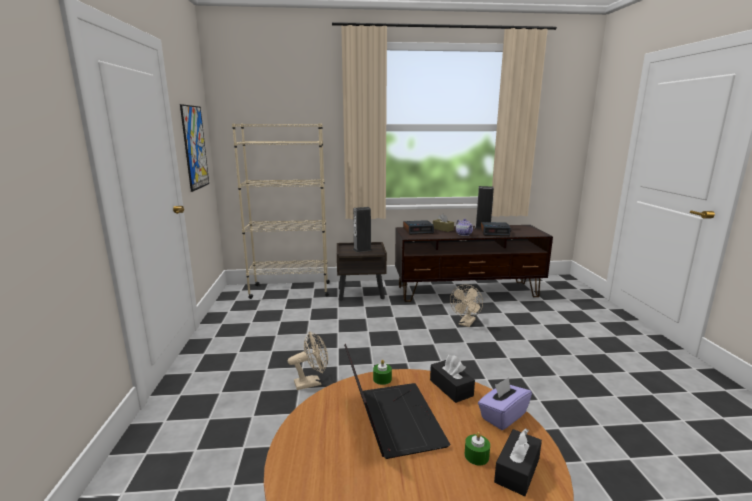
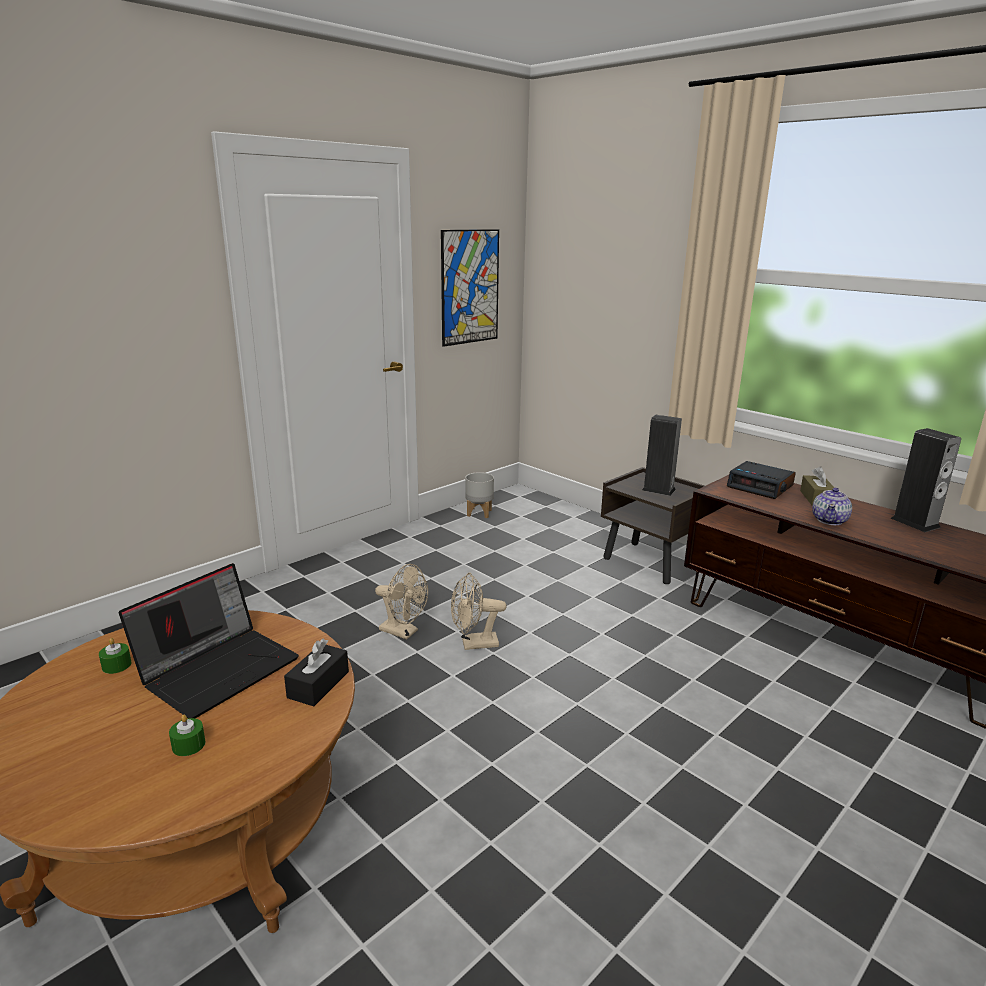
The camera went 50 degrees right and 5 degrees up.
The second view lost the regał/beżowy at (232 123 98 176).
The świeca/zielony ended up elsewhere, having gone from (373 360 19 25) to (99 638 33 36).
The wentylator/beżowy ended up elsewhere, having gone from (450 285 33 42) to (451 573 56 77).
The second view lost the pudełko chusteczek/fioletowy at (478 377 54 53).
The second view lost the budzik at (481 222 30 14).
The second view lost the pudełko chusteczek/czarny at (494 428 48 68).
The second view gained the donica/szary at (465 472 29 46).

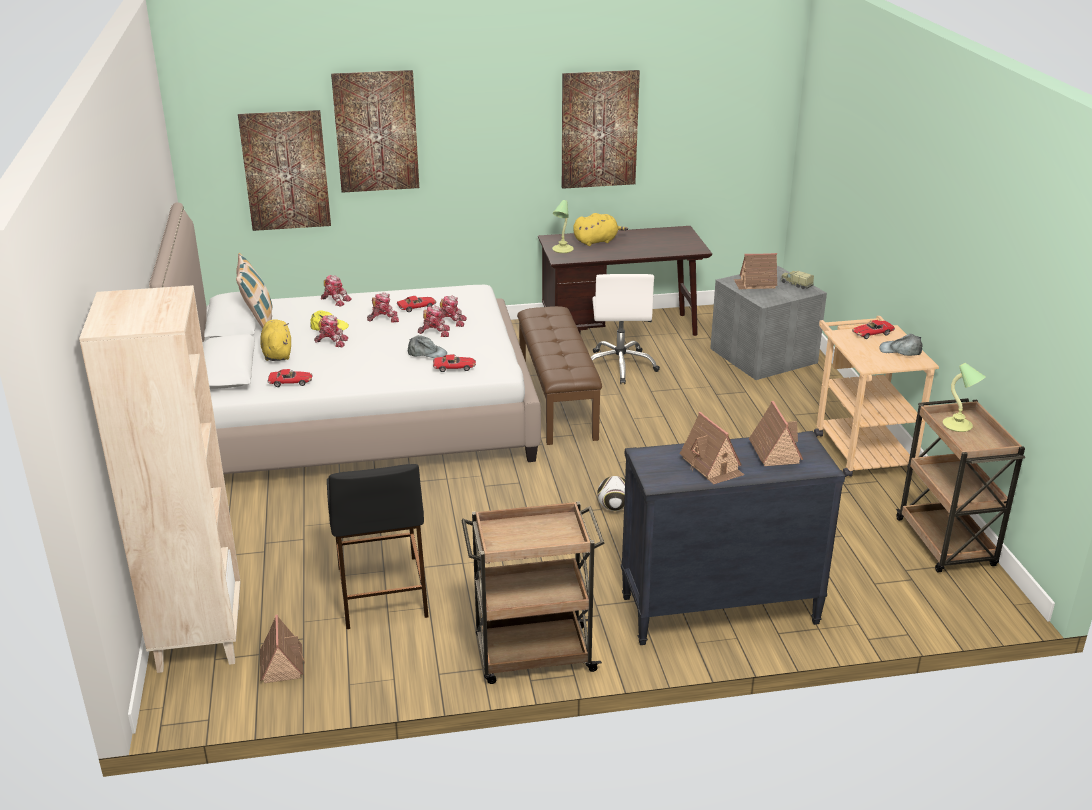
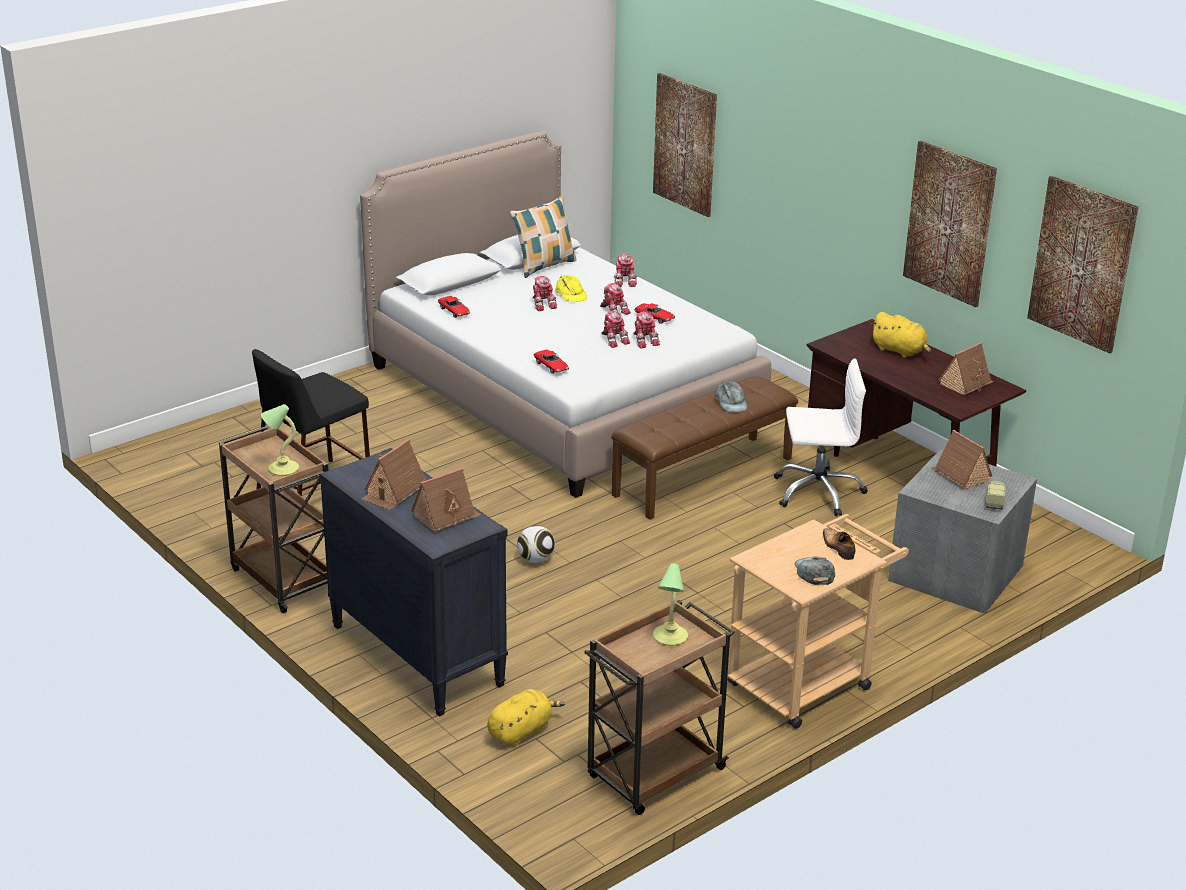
The camera went 60 degrees right and 0 degrees up.
The second view lost the regał/beżowy at (79 285 161 388).
The pluszak/żółty ended up elsewhere, having gone from (260 319 31 42) to (487 689 78 57).
The domek ended up elsewhere, having gone from (260 614 45 69) to (938 342 55 54).
The obraz ended up elsewhere, having gone from (331 70 88 123) to (1027 176 111 177).
The czapka z daszkiem/szary ended up elsewhere, having gone from (407 335 40 23) to (715 381 33 31).
The lampa stołowa ended up elsewhere, having gone from (552 200 22 53) to (261 404 38 72).
The krzesło biurowe/biały at (591 274 69 110) ended up facing another way, 150 degrees counterclockwise from before.
Where the samochodzik stood at (852 320 43 19), the but came to stand at (823 528 32 32).

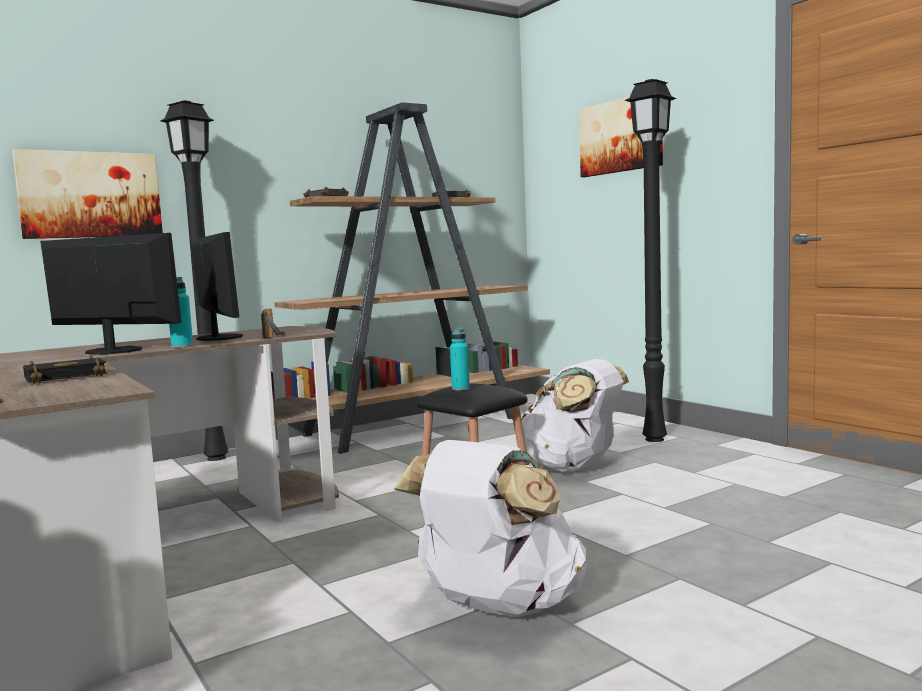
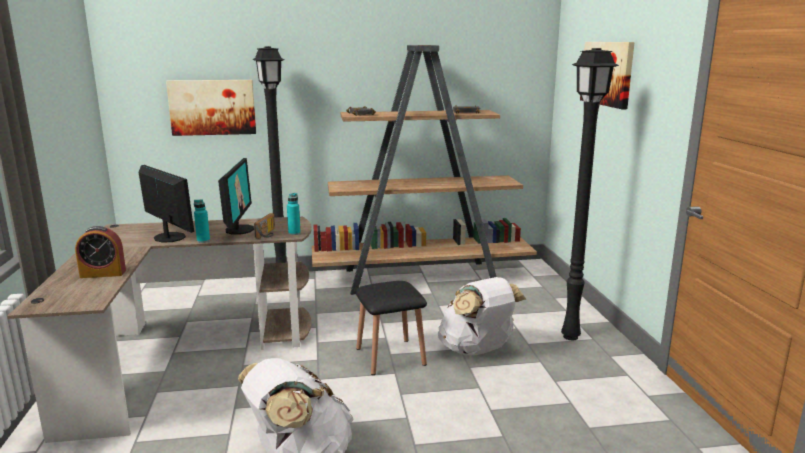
The camera went 25 degrees right and 10 degrees up.
Where the książka/czarny stood at (23 355 84 29), the budzik came to stand at (75 226 51 52).
The butelka/turkusowy ended up elsewhere, having gone from (450 328 20 63) to (287 193 14 42).

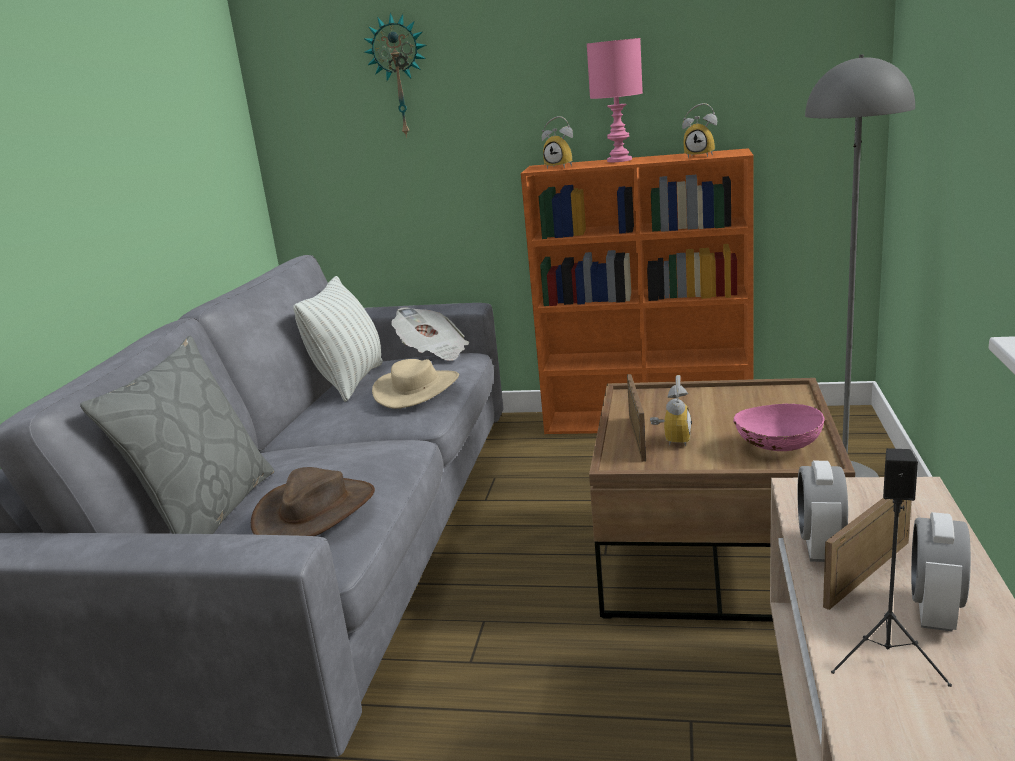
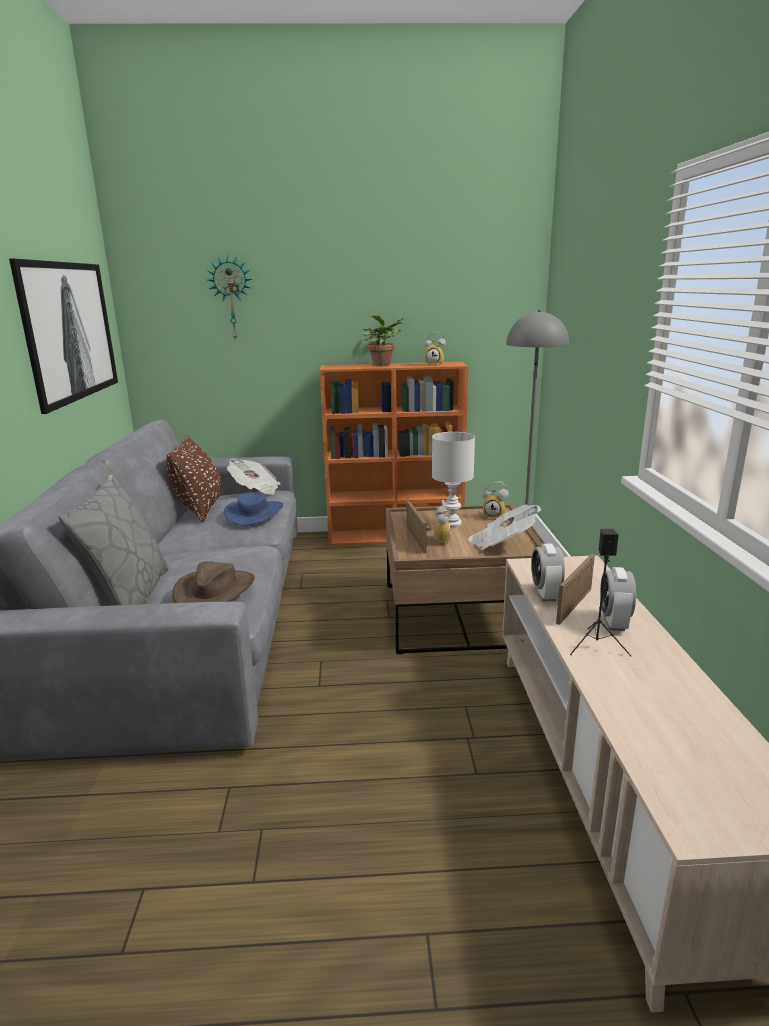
The camera went 15 degrees left and 0 degrees up.
What was the poduszka/biały at (293 276 90 126) turned into the poduszka/brązowy at (166 435 56 87).
What was the kapelusz/beżowy at (372 359 87 50) turned into the kapelusz/niebieski at (224 493 59 33).
The budzik ended up elsewhere, having gone from (542 116 31 53) to (483 481 26 36).
Where the lampa stołowa/różowy stood at (587 38 56 124), the roślina doniczkowa came to stand at (363 315 42 51).
Where the miska/różowy stood at (733 404 92 47), the gazeta came to stand at (468 504 73 46).
The second view gained the obraz at (9 259 109 155).
The second view gained the lampa stołowa/biały at (432 432 43 95).

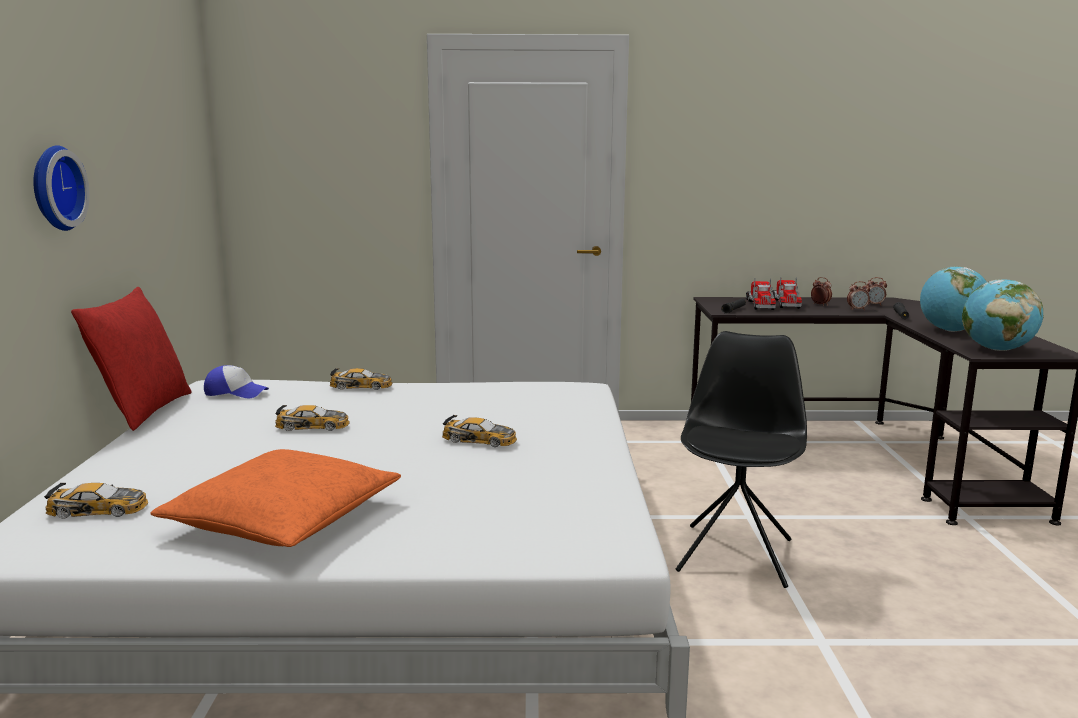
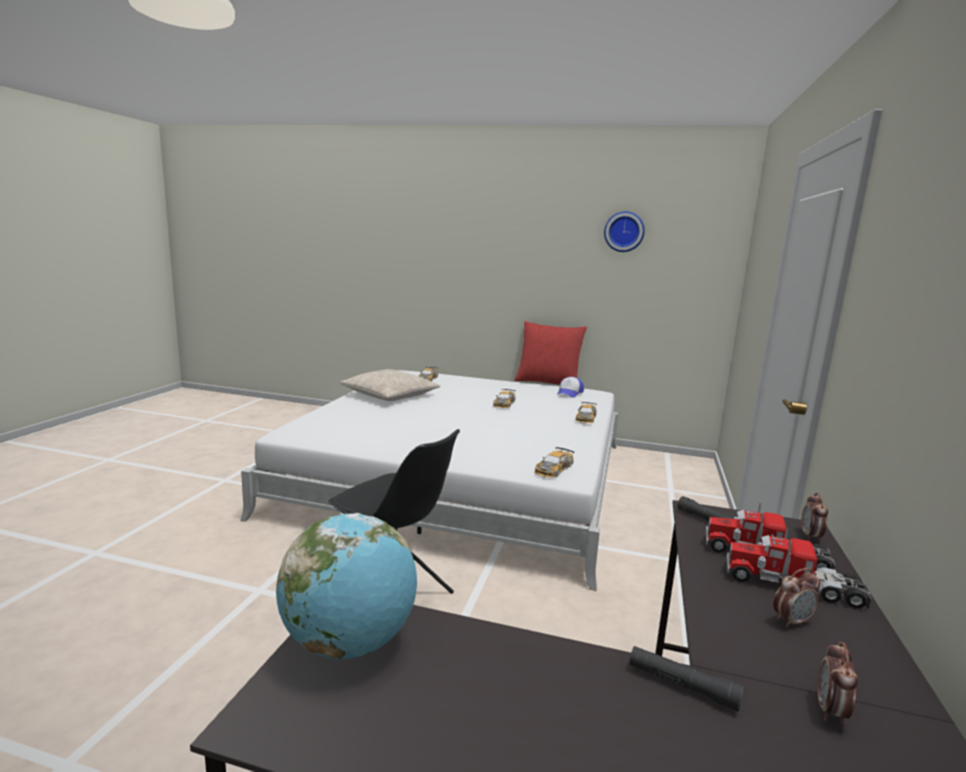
The camera went 105 degrees right and 0 degrees up.
The zegar ścienny ended up elsewhere, having gone from (33 145 57 86) to (604 211 41 41).
What was the poduszka/pomarańczowy at (151 449 250 98) turned into the poduszka/beżowy at (339 369 102 32).
The samochodzik ended up elsewhere, having gone from (442 415 75 32) to (534 447 40 31).
The budzik ended up elsewhere, having gone from (847 281 23 29) to (801 492 27 49).
The second view lost the globus at (920 266 66 66).

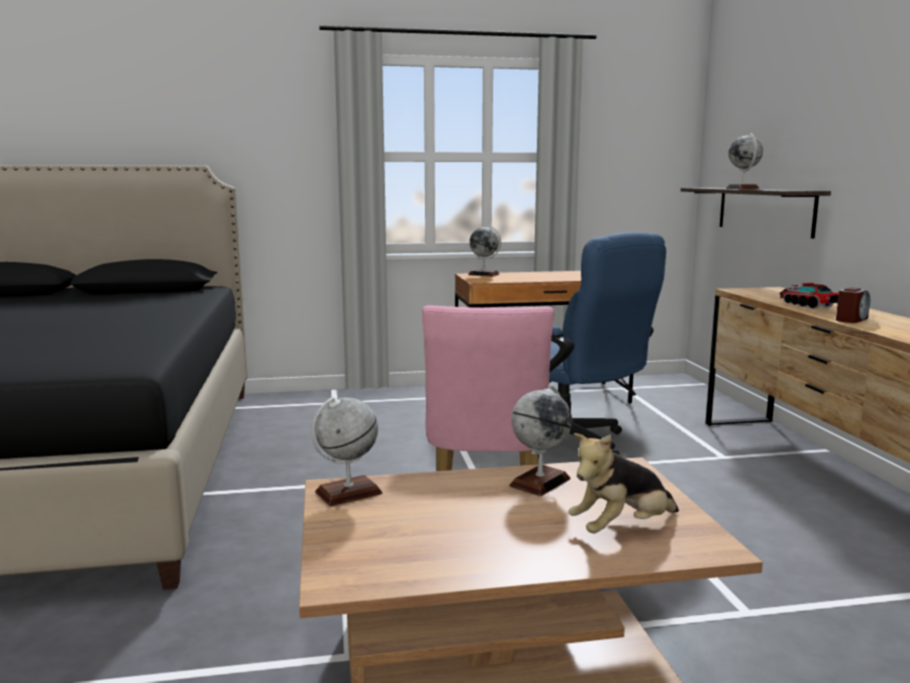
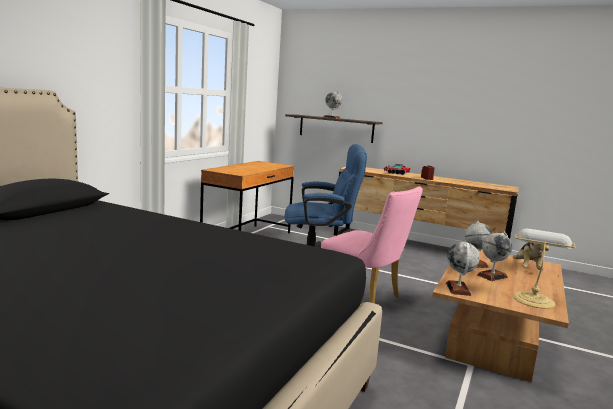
The camera went 55 degrees left and 0 degrees up.
The globus ended up elsewhere, having gone from (468 226 33 51) to (477 231 35 50).
The second view gained the lampa stołowa at (513 229 63 80).

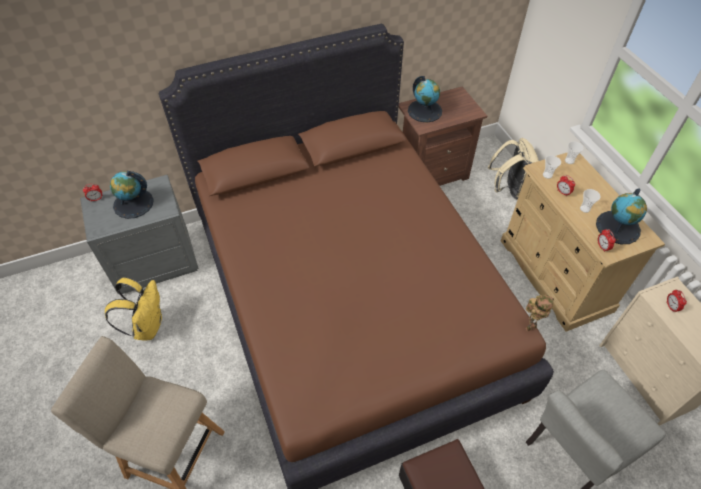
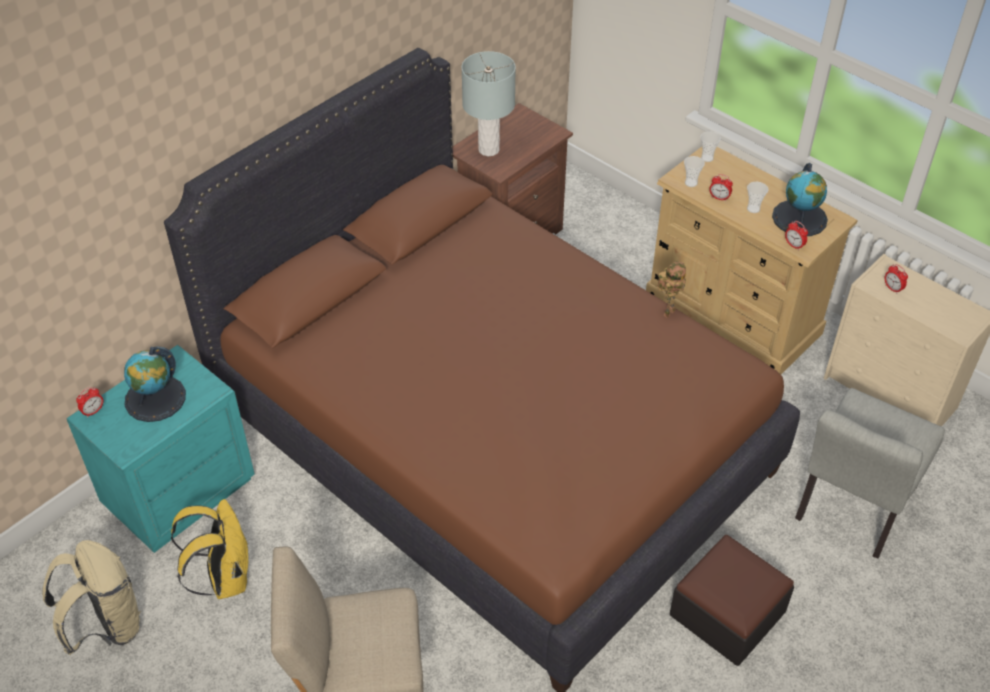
The camera went 25 degrees left and 5 degrees down.
What was the szafka nocna/szary at (80 175 119 119) turned into the szafka nocna/turkusowy at (66 345 189 208).
Where the globus stood at (408 76 34 47), the lampa stołowa/szary came to stand at (462 51 54 105).
The plecak/beżowy ended up elsewhere, having gone from (488 138 51 62) to (42 540 99 115).
The robot zabawkowy ended up elsewhere, having gone from (525 295 29 37) to (657 262 29 56).

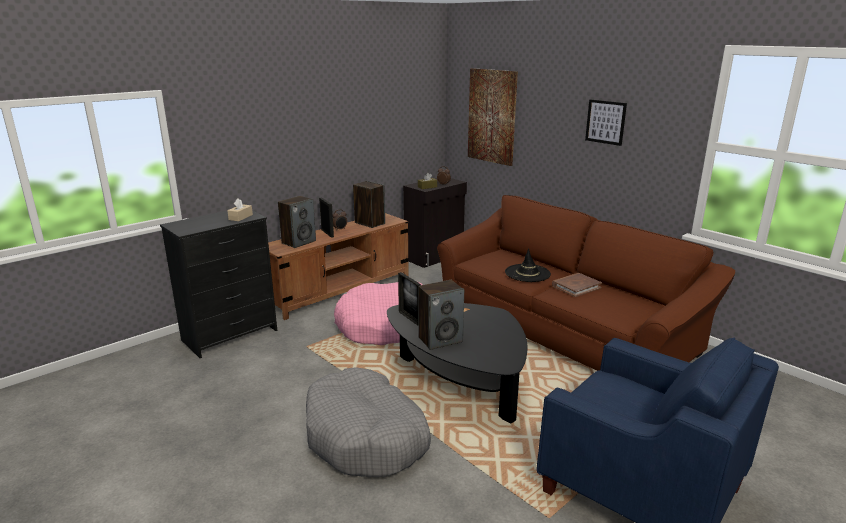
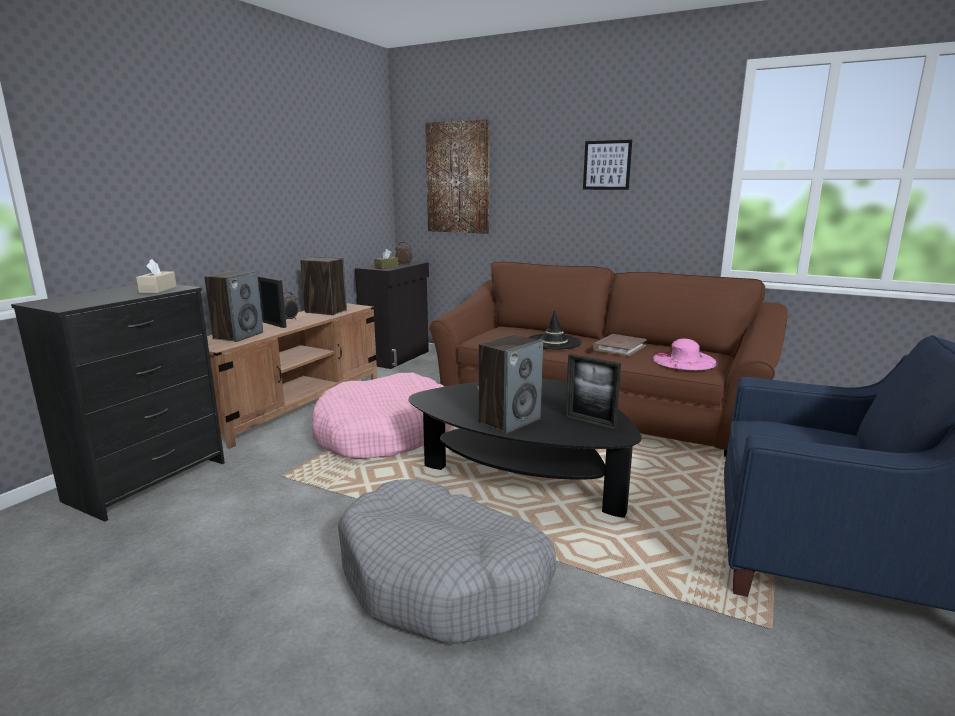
The camera went 20 degrees left and 5 degrees down.
The ramka na zdjęcie ended up elsewhere, having gone from (398 272 23 53) to (565 354 56 75).
The second view gained the kapelusz/różowy at (652 339 66 31).

